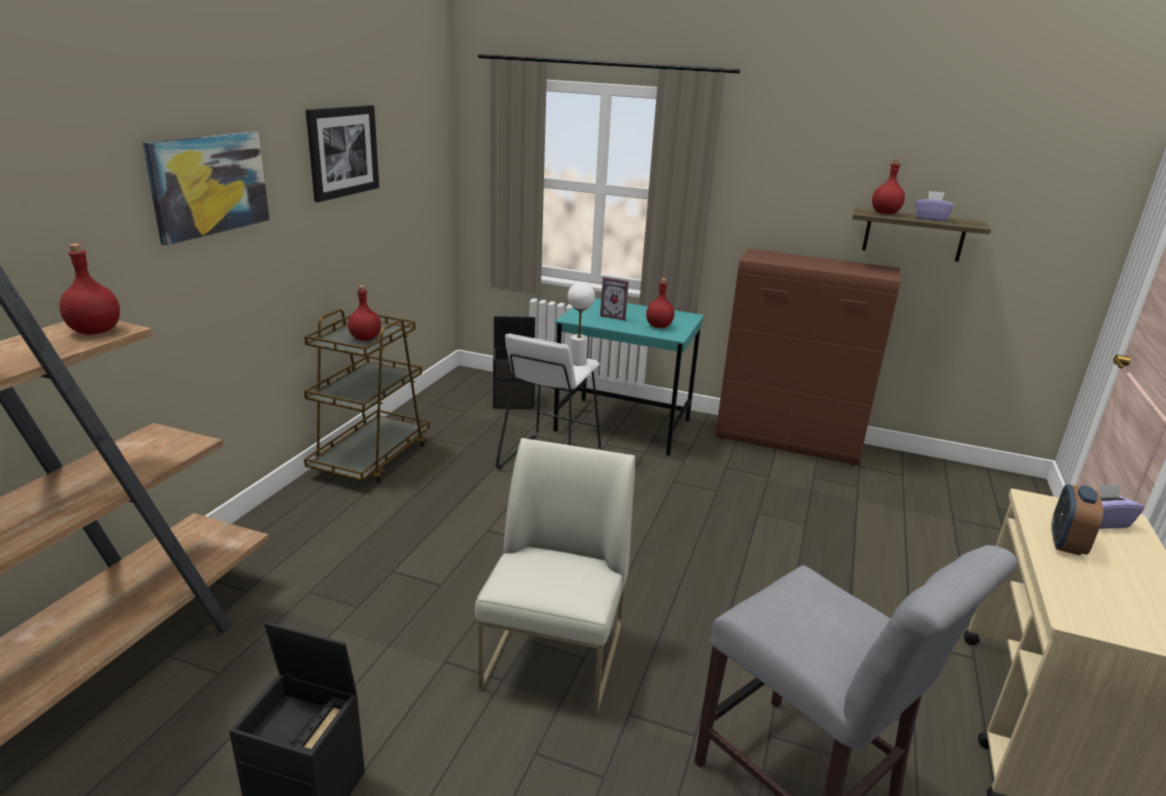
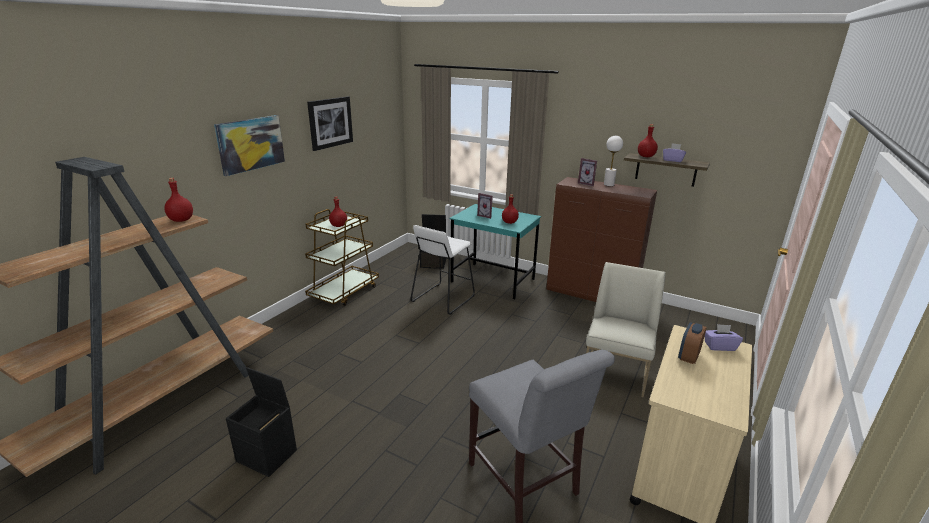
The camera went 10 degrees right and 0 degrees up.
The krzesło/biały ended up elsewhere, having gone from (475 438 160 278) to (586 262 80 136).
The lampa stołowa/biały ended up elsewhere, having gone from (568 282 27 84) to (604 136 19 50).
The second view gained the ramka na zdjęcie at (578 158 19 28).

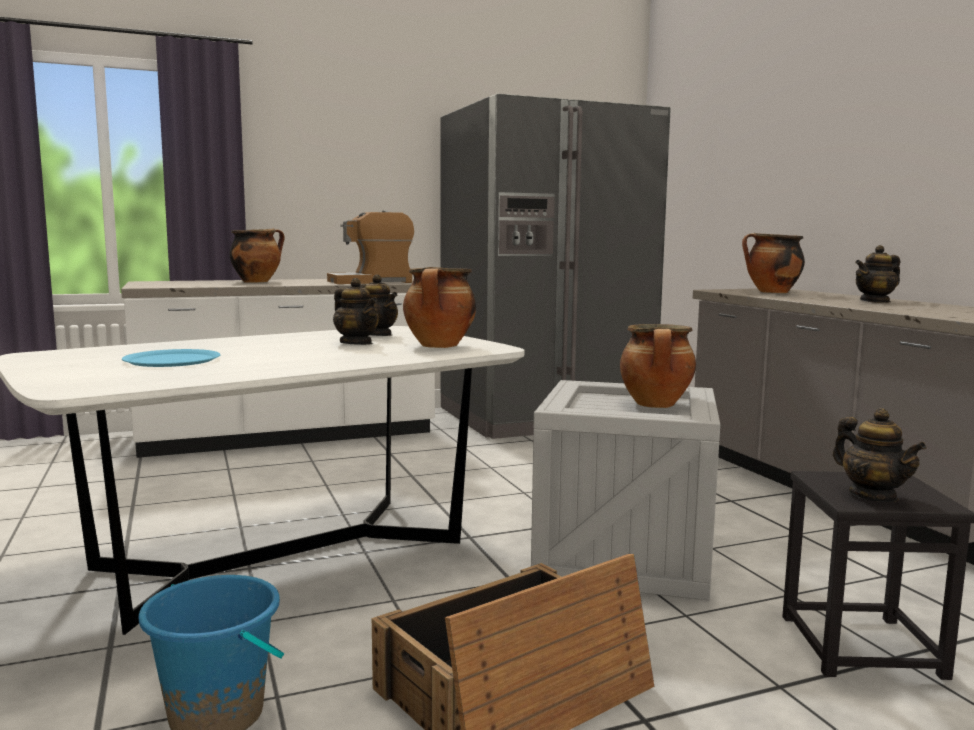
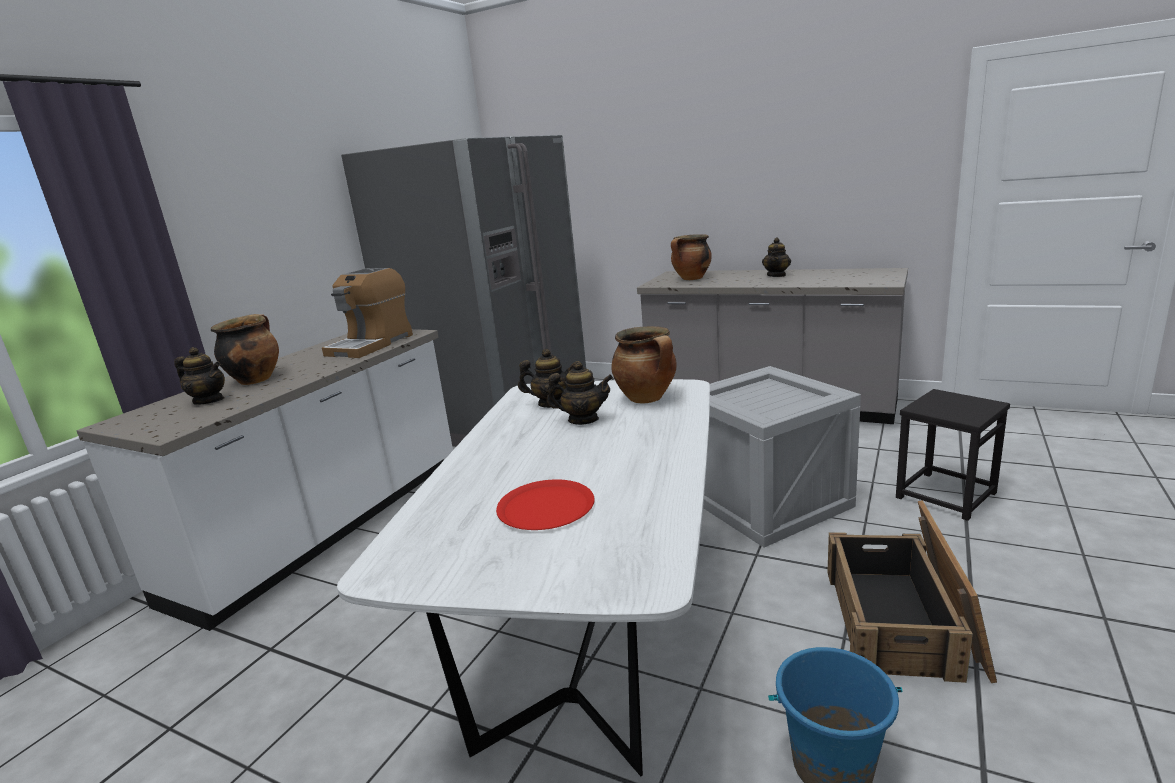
The camera went 40 degrees left and 10 degrees up.
What was the talerz/niebieski at (122 349 99 18) turned into the talerz/czerwony at (496 479 99 51).
The second view lost the garnek at (620 324 76 84).
The imbryk ended up elsewhere, having gone from (833 408 93 95) to (174 347 51 58).

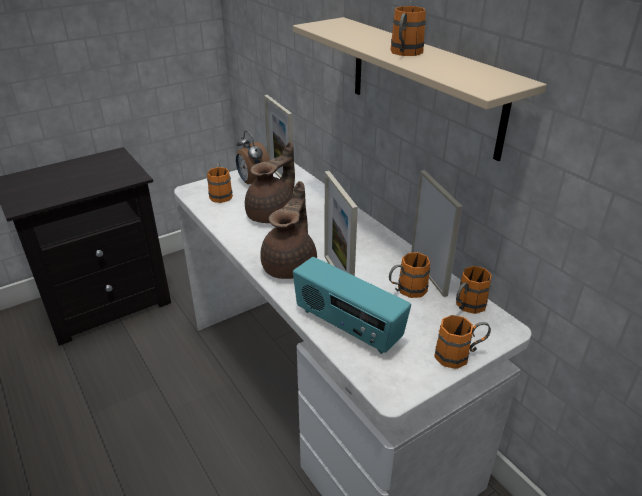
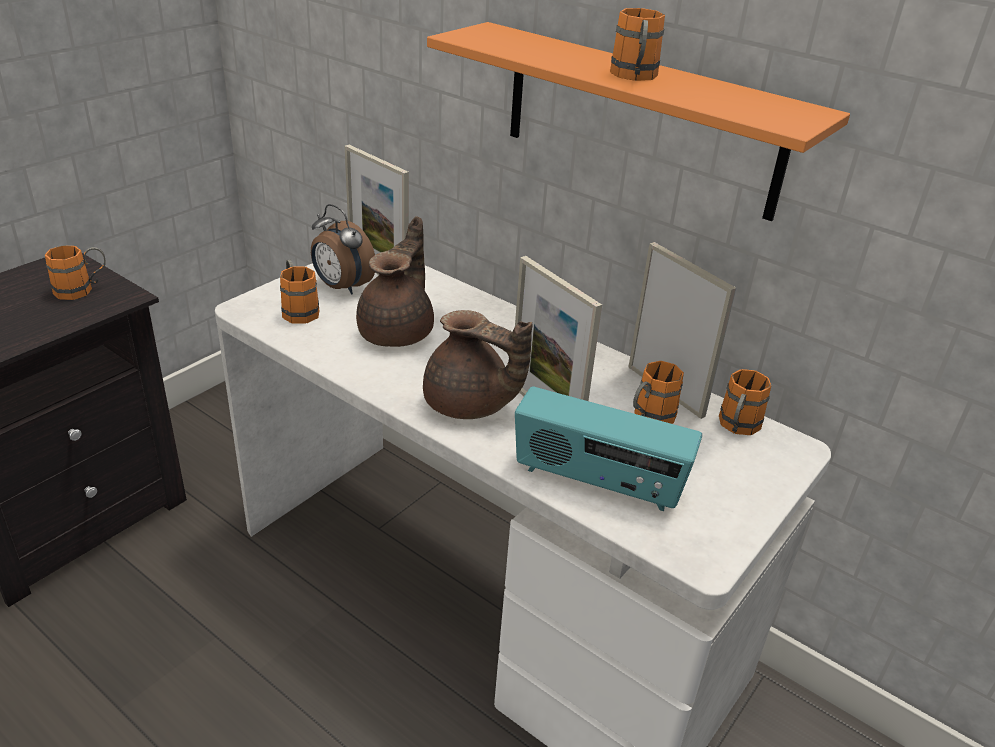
The camera went 20 degrees left and 0 degrees up.
The imbryk/brązowy at (260 181 57 98) ended up facing another way, 120 degrees clockwise from before.
What was the półka/beżowy at (293 17 254 144) turned into the półka/pomarańczowy at (427 22 423 199).
The kubek/pomarańczowy ended up elsewhere, having gone from (434 315 57 54) to (45 245 61 55).

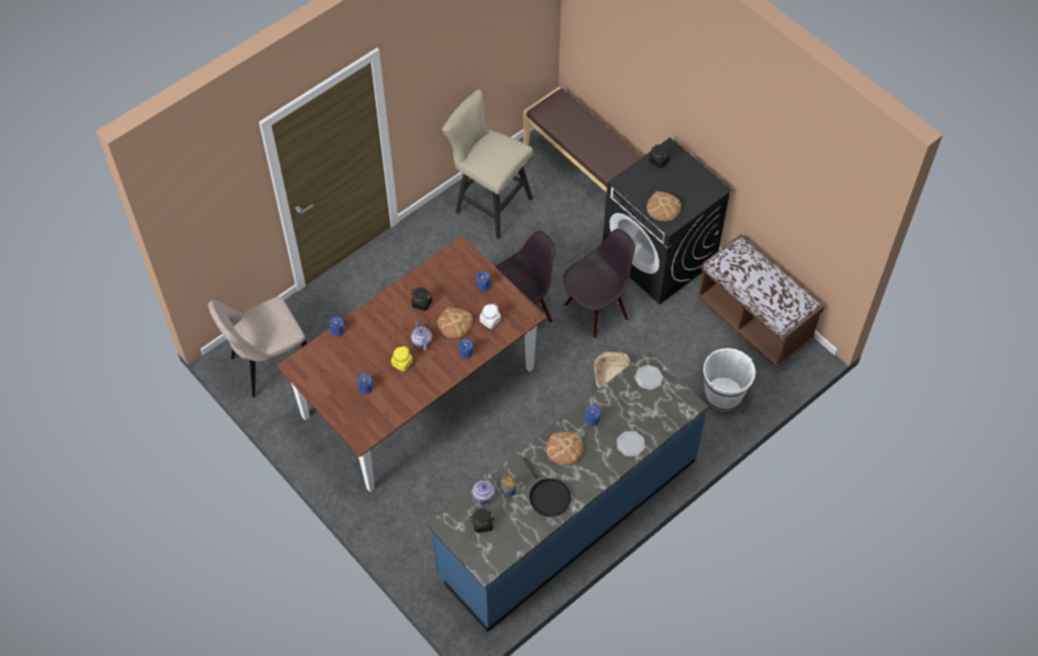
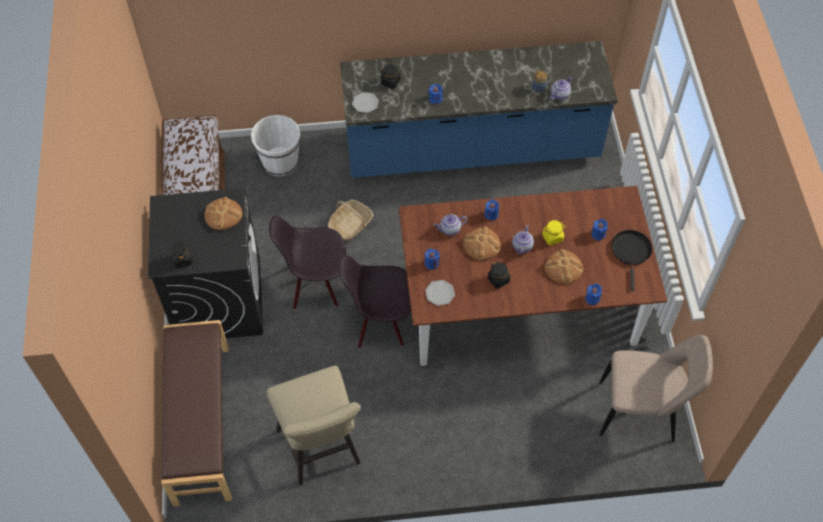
The camera went 145 degrees left and 0 degrees up.
The słoik/czarny ended up elsewhere, having gone from (470 508 25 25) to (380 64 21 25).
Where the słoik/biały stood at (480 304 21 25), the imbryk came to stand at (434 214 34 22).
The patelnia/czarny ended up elsewhere, having gone from (523 457 48 60) to (611 230 41 61).
The chleb ended up elsewhere, having gone from (546 431 38 34) to (545 249 38 35).
The talerz ended up elsewhere, having gone from (617 431 28 25) to (425 280 30 26).

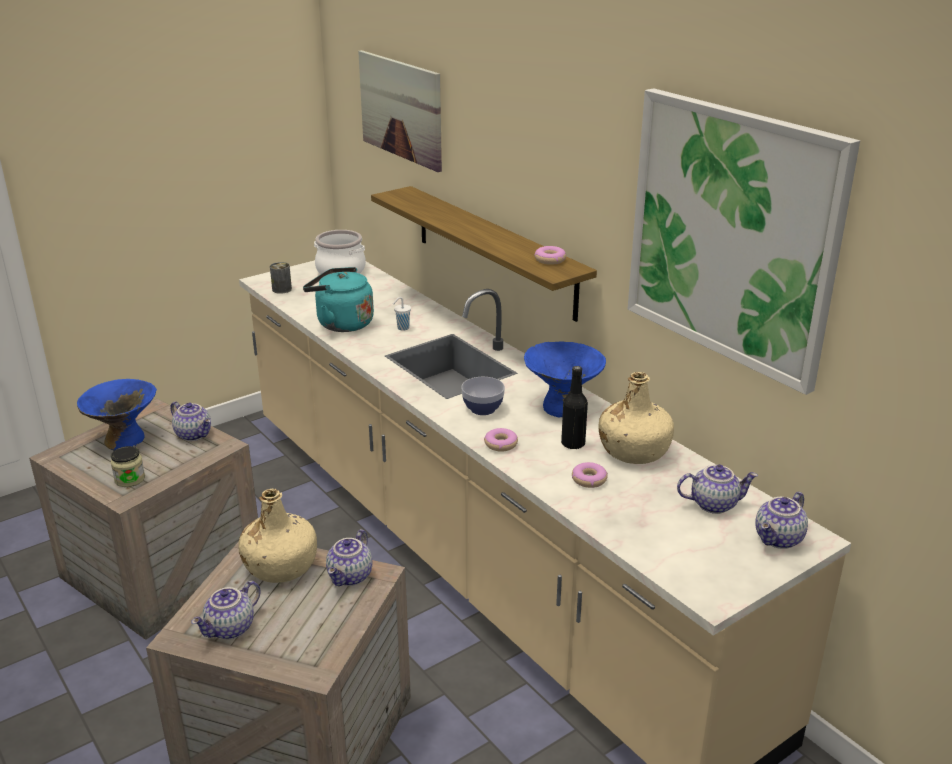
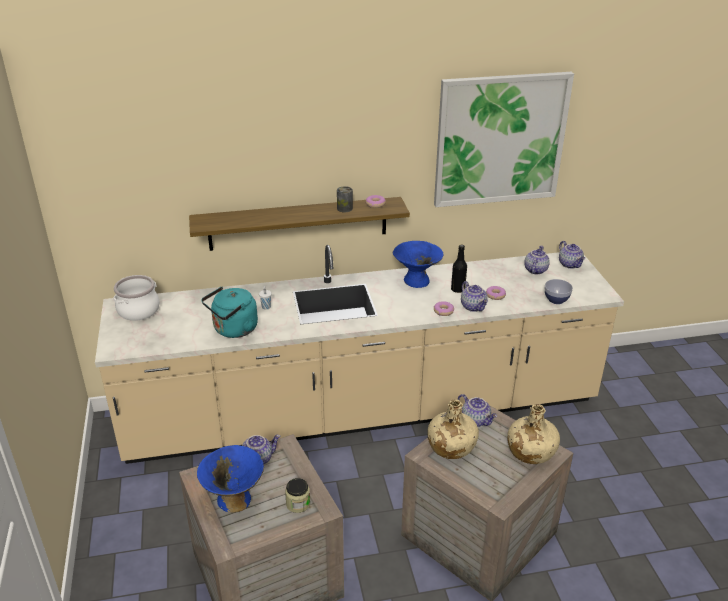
The camera went 65 degrees left and 5 degrees up.
The imbryk ended up elsewhere, having gone from (191 581 70 58) to (461 281 27 31).
The puszka ended up elsewhere, having gone from (270 262 22 32) to (337 186 16 26).
The second view lost the obraz at (358 50 84 122).
The miska ended up elsewhere, having gone from (461 377 44 38) to (545 279 28 25).
The butelka/beżowy ended up elsewhere, having gone from (599 372 75 92) to (507 404 53 60).

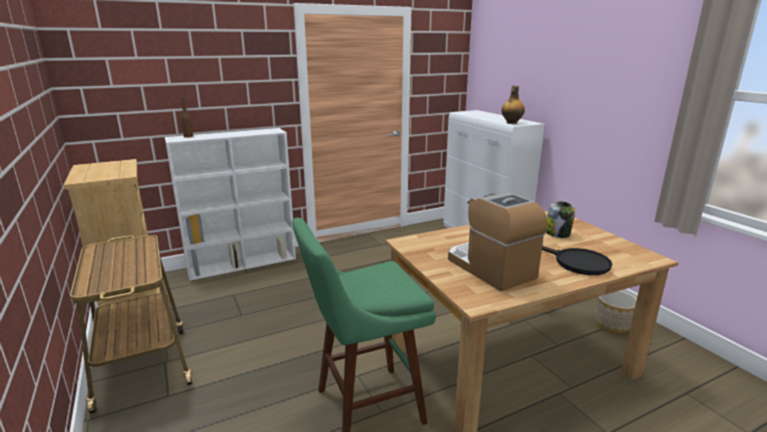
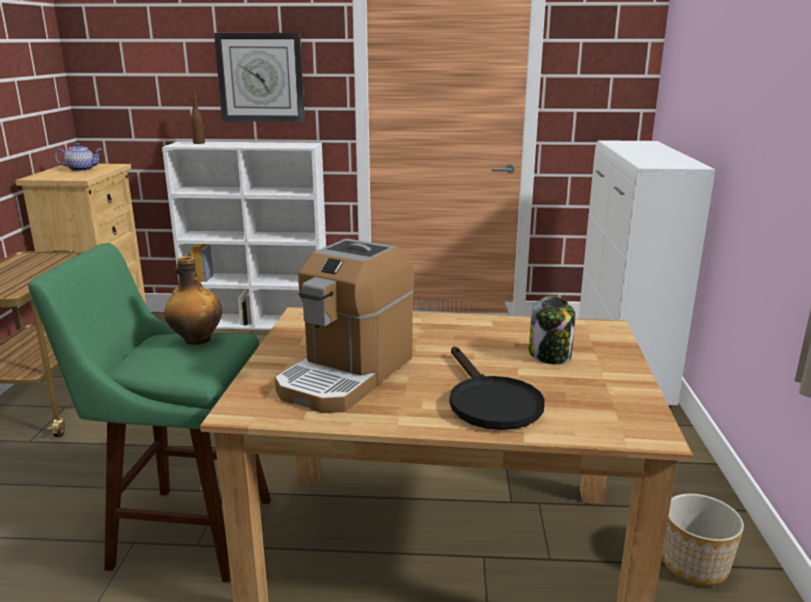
The camera went 30 degrees right and 0 degrees up.
The ekspres do kawy at (448 192 100 99) ended up facing another way, 150 degrees counterclockwise from before.
The butelka ended up elsewhere, having gone from (501 86 24 38) to (164 256 58 89).
The second view gained the imbryk at (55 143 48 28).
The second view gained the zegar ścienny at (214 33 91 89).

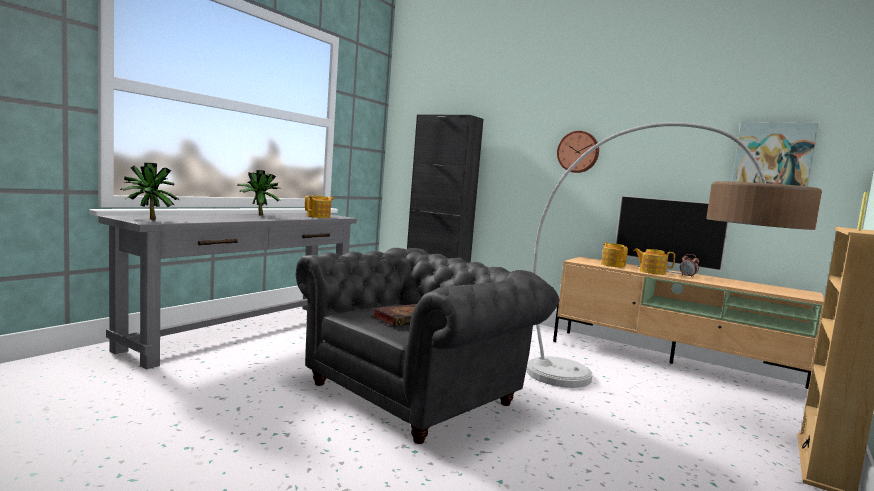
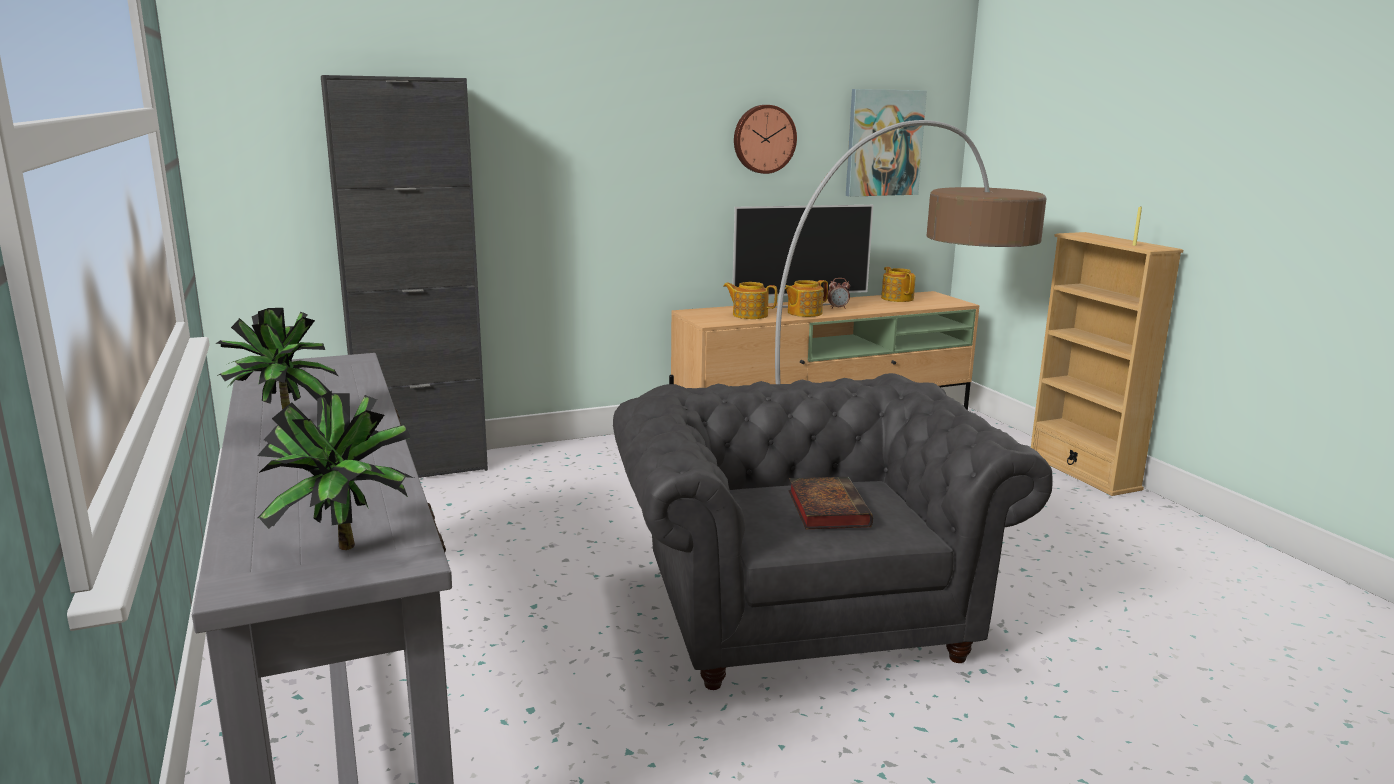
The camera went 55 degrees left and 10 degrees up.
The imbryk ended up elsewhere, having gone from (305 195 29 23) to (881 267 35 35).
The zegar ścienny ended up elsewhere, having gone from (557 131 42 42) to (734 105 63 69).

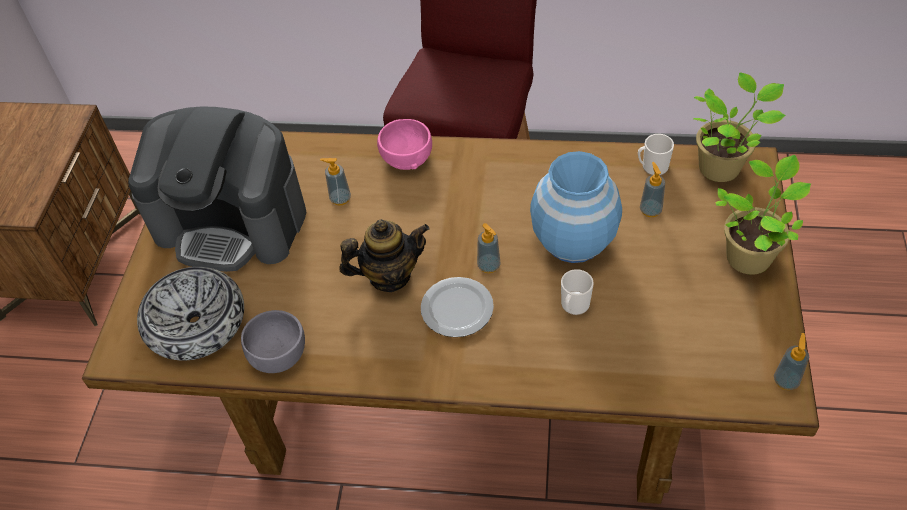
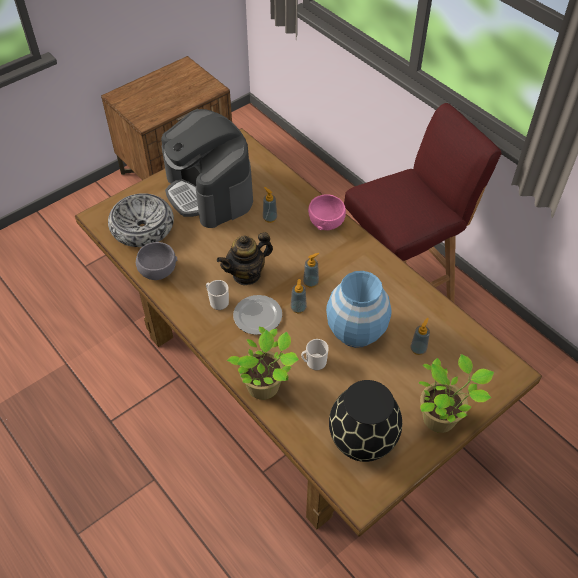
The camera went 40 degrees right and 0 degrees up.
The imbryk at (339 219 91 73) ended up facing another way, 120 degrees clockwise from before.
The kubek ended up elsewhere, having gone from (638 134 36 41) to (206 280 23 30).
The roślina doniczkowa ended up elsewhere, having gone from (693 72 93 110) to (227 327 72 73).
The dozownik mydła ended up elsewhere, having gone from (774 333 35 57) to (303 253 16 35).
The second view gained the wazon/czarny at (329 380 73 82).

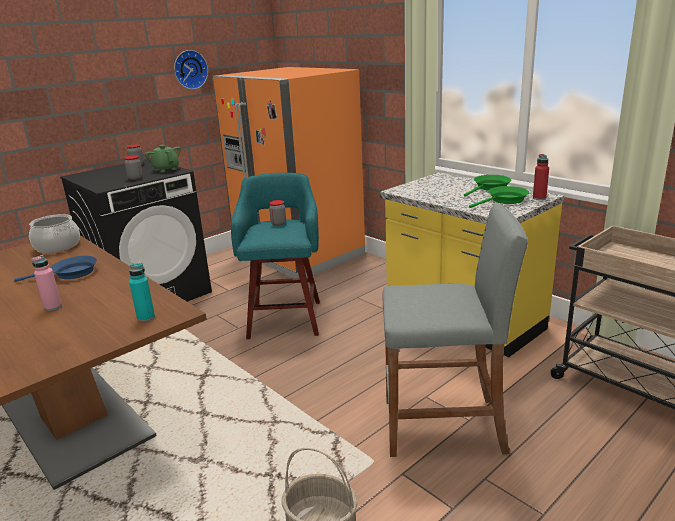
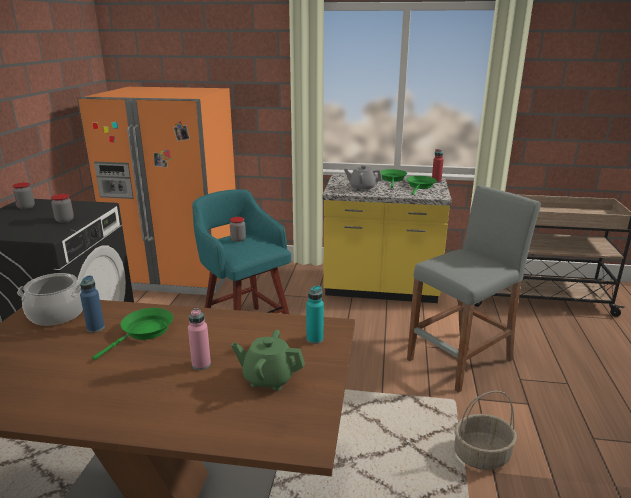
The camera went 40 degrees left and 0 degrees up.
What was the patelnia/niebieski at (14 256 83 26) turned into the patelnia/zielony at (92 308 81 52).
The imbryk/zielony ended up elsewhere, having gone from (145 145 36 27) to (231 330 74 61).
The second view lost the zegar ścienny at (174 50 34 40).
The second view gained the butelka/niebieski at (80 275 25 58).
The second view gained the imbryk/szary at (344 165 38 26).

